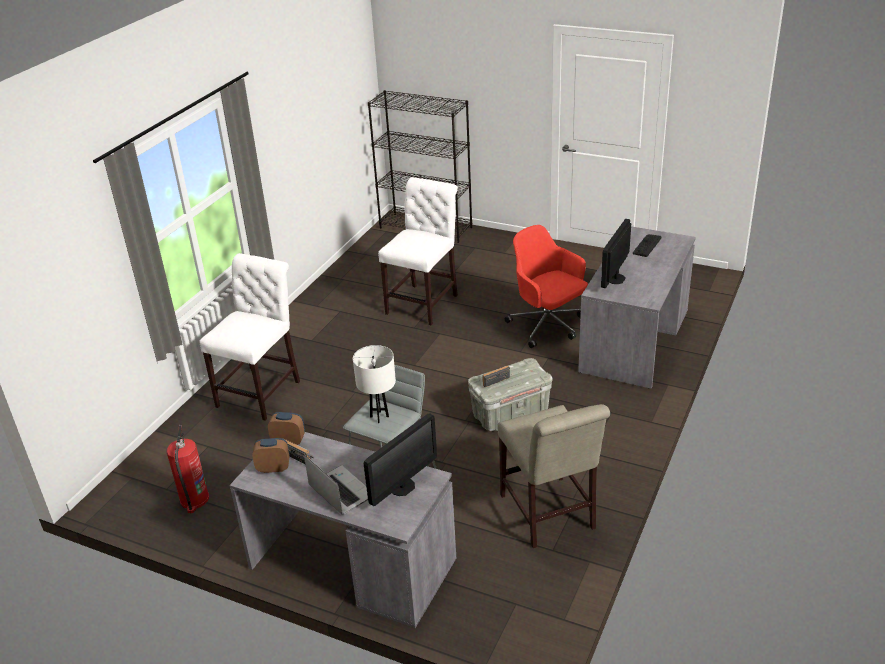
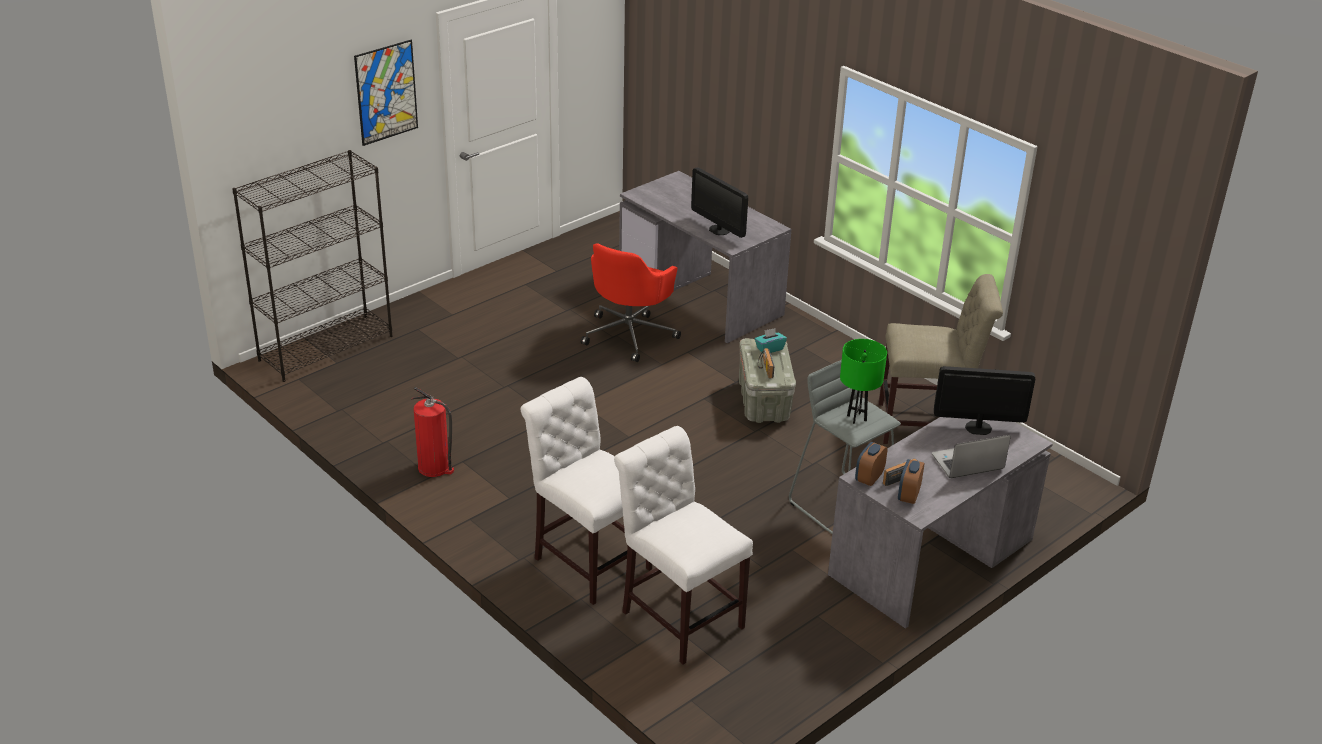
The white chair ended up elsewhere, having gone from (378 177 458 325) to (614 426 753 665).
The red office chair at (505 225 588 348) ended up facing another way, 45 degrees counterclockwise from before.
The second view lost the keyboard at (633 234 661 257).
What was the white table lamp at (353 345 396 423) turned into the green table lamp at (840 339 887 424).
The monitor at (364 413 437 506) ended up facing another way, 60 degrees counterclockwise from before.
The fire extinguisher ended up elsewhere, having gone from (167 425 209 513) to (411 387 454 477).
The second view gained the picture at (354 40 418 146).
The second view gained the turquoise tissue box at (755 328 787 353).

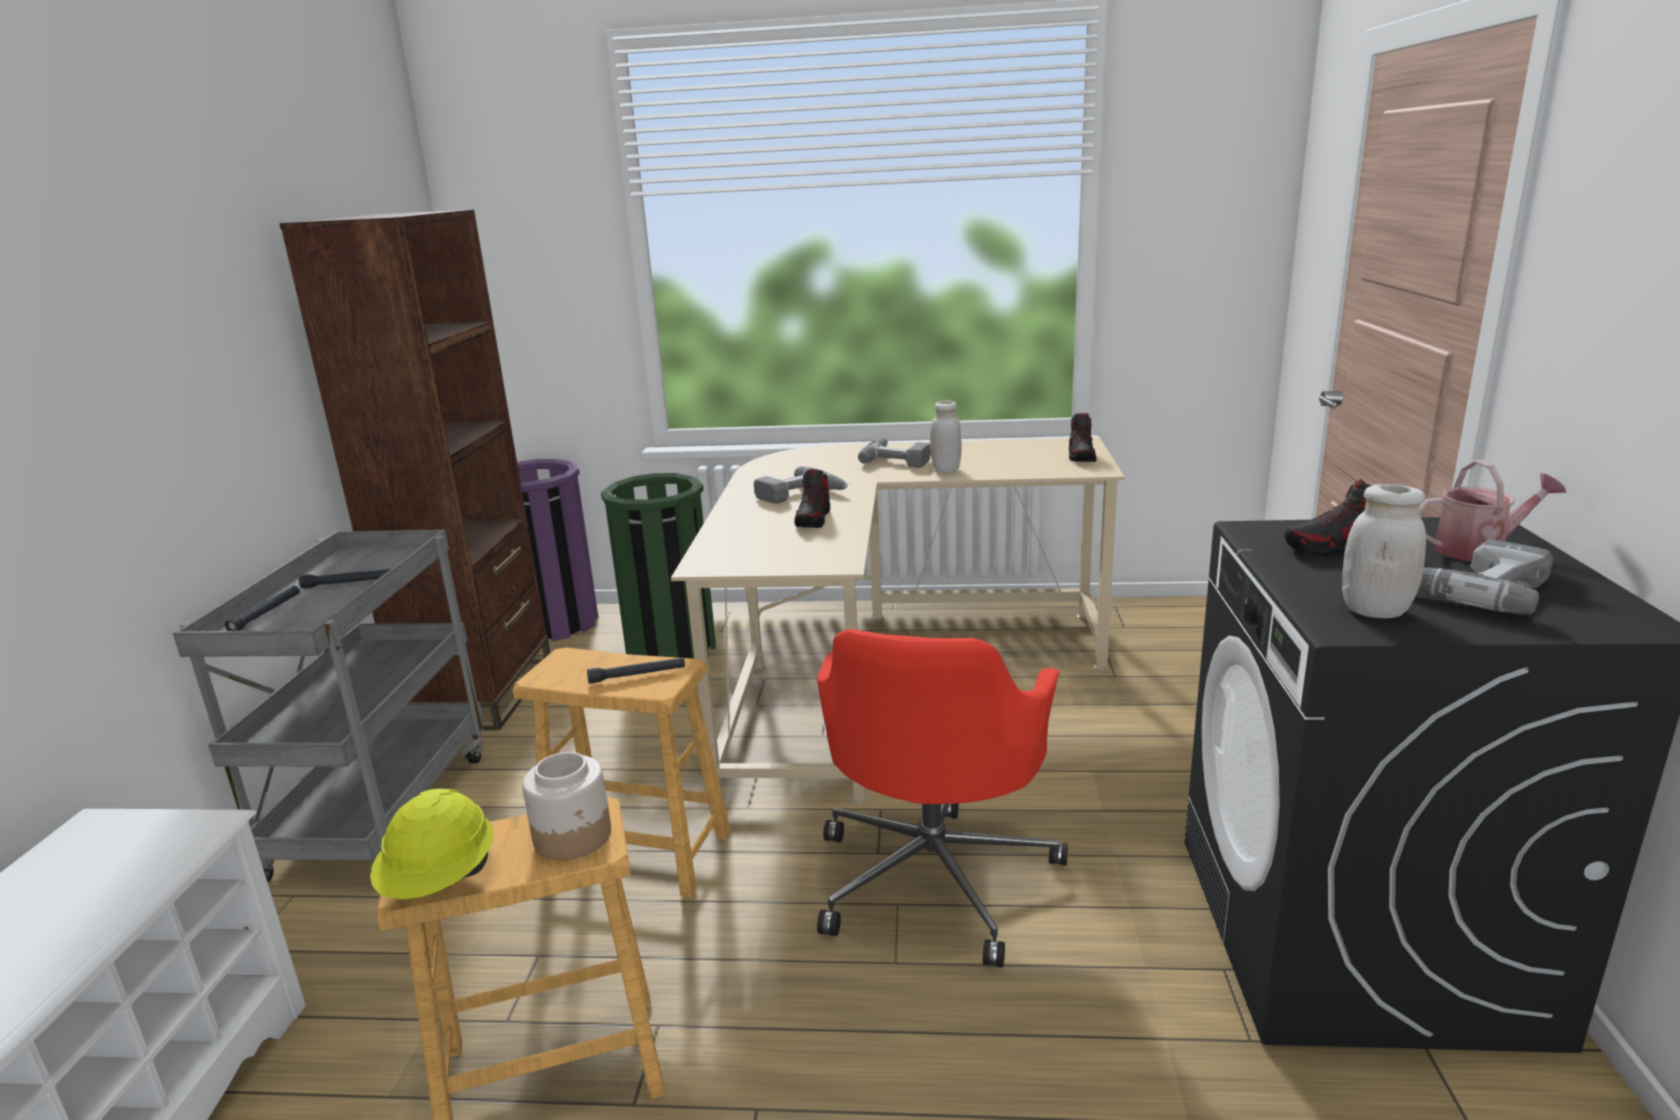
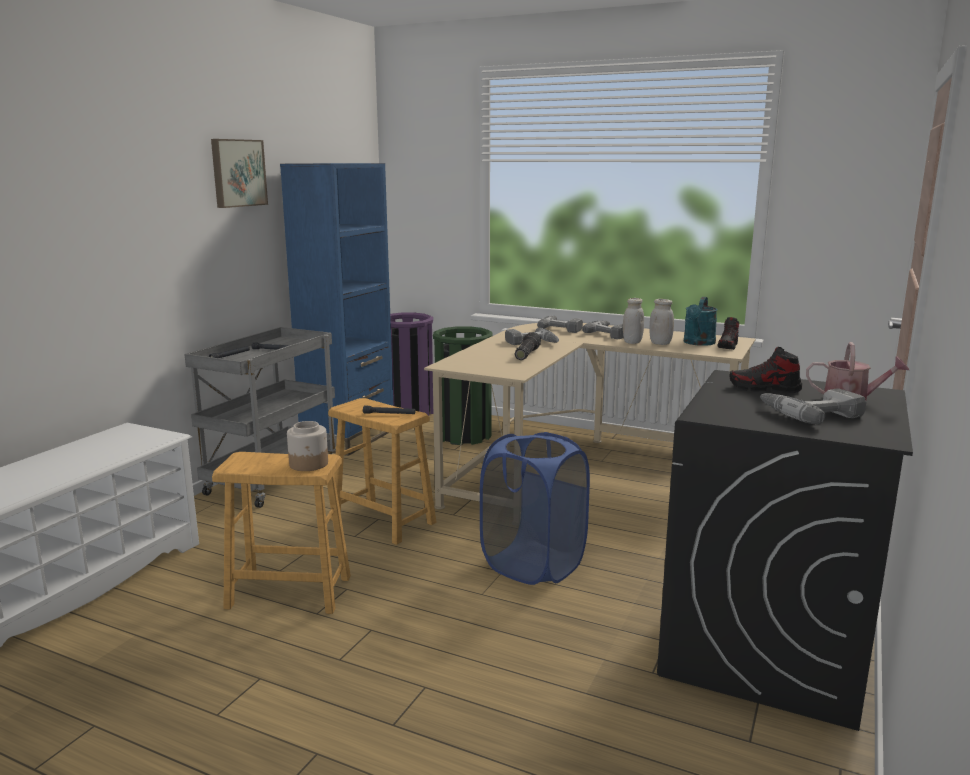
What was the brown bookcase at (279 210 550 730) turned into the blue bookcase at (280 163 393 456).
Where the shoe stood at (794 469 830 528), the flashlight came to stand at (515 332 541 360).
The white jar ended up elsewhere, having gone from (1342 484 1426 618) to (649 299 674 345).
Where the red office chair stood at (817 629 1068 968), the blue laundry basket came to stand at (480 432 590 585).
The second view lost the yellow hard hat at (370 789 493 899).
The second view gained the picture at (211 139 268 208).
The second view gained the turquoise watering can at (684 297 718 346).
The second view gained the power drill at (537 316 583 333).

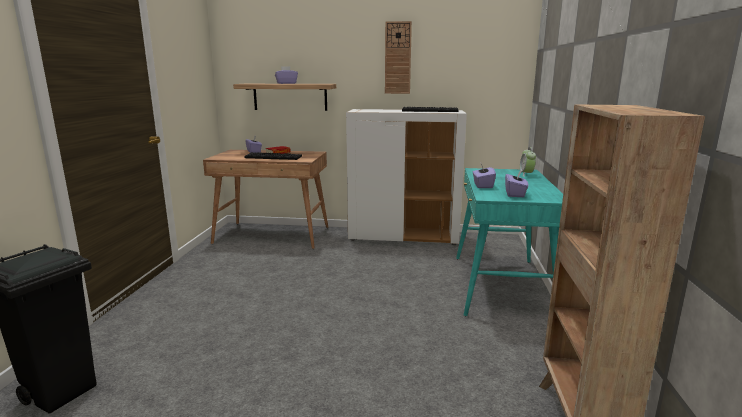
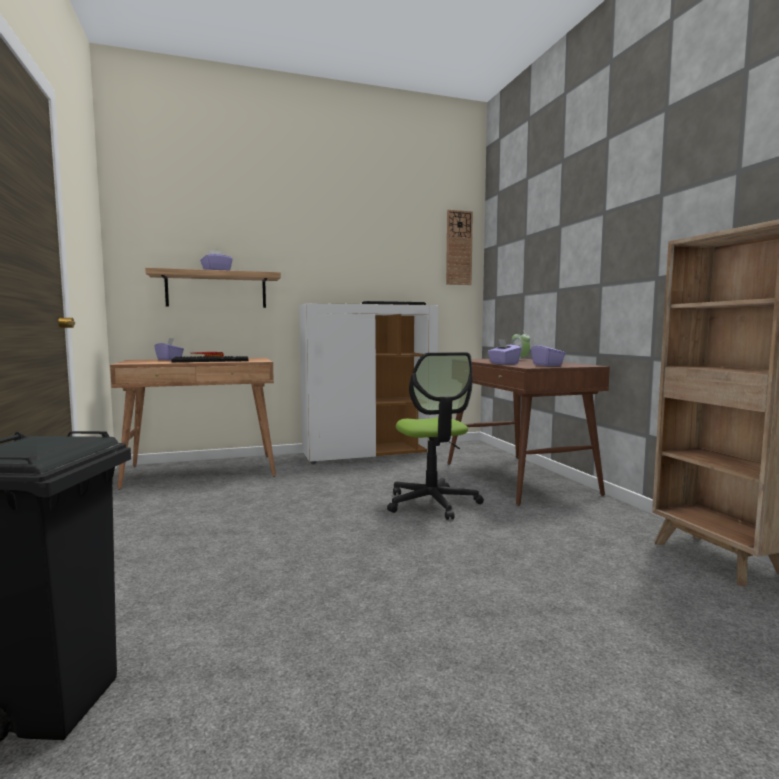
The wall clock ended up elsewhere, having gone from (385 21 412 94) to (446 210 473 285).
What was the turquoise desk at (456 168 563 317) turned into the brown desk at (447 358 610 506).
The second view gained the office chair at (387 352 484 520).

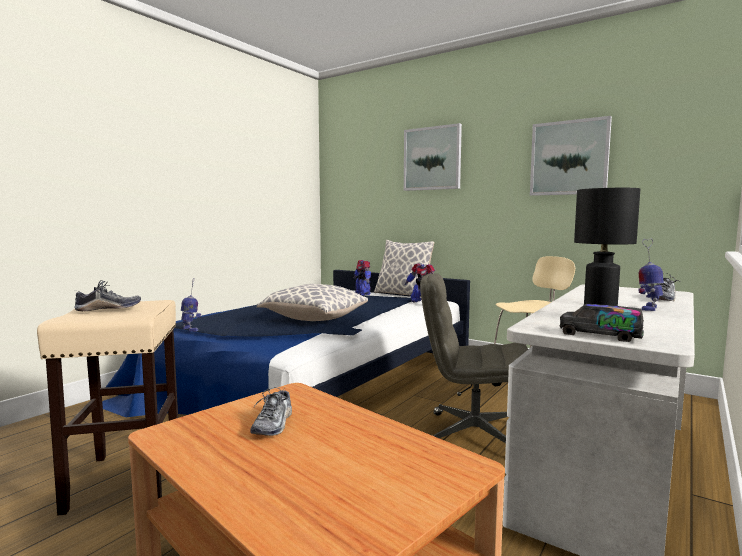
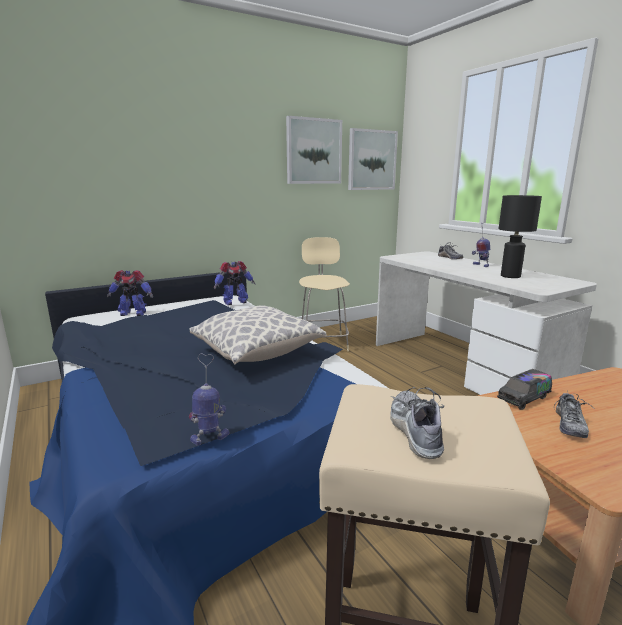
The picture ended up elsewhere, having gone from (404 123 462 191) to (348 128 398 190).
The second view lost the pillow at (374 240 435 298).
The second view lost the grey office chair at (420 273 528 443).
The toy truck ended up elsewhere, having gone from (560 304 644 342) to (497 369 552 410).
The shoe at (250 388 292 436) ended up facing another way, 75 degrees clockwise from before.

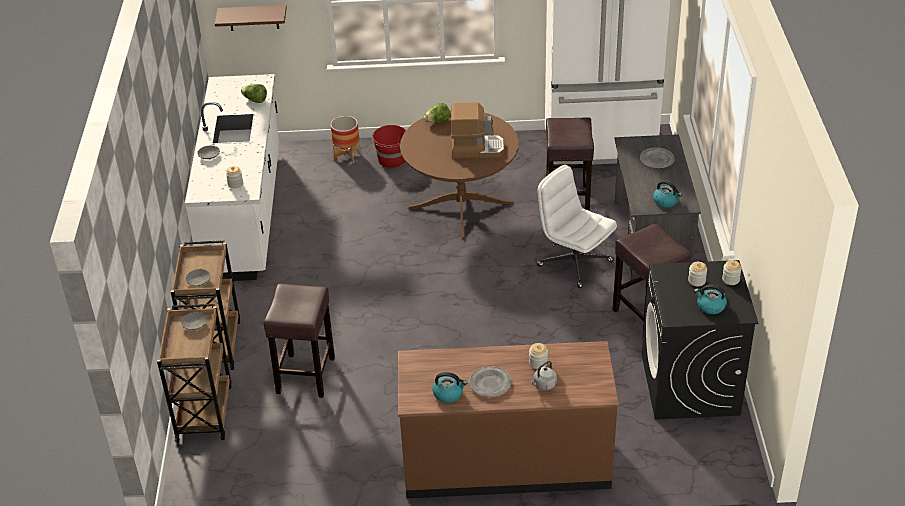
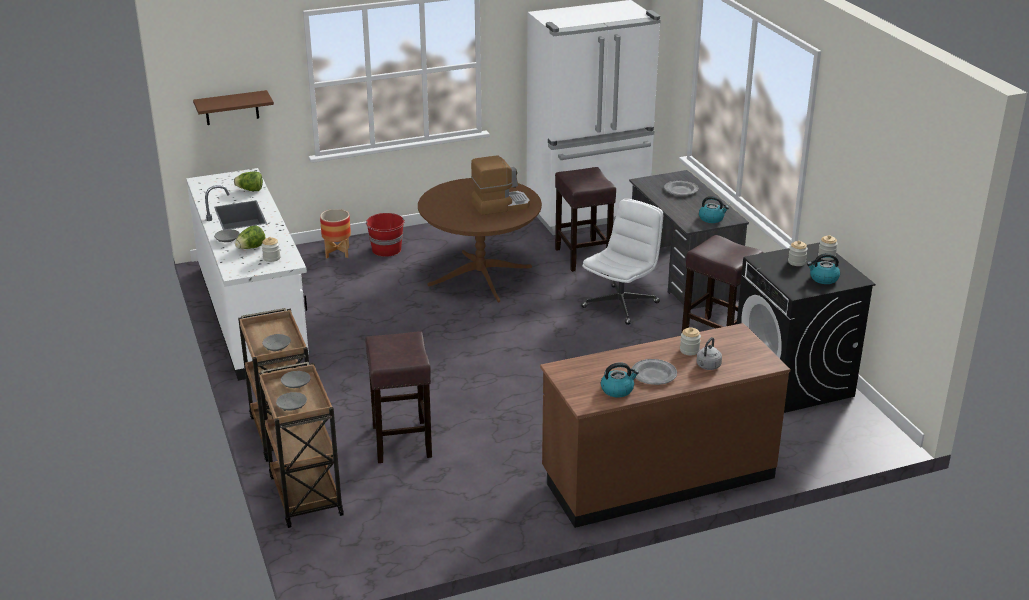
The lettuce ended up elsewhere, having gone from (424 103 450 122) to (235 225 266 249).
The white office chair at (537 165 617 288) ended up facing another way, 105 degrees clockwise from before.
The second view gained the grey bowl at (276 392 307 411).

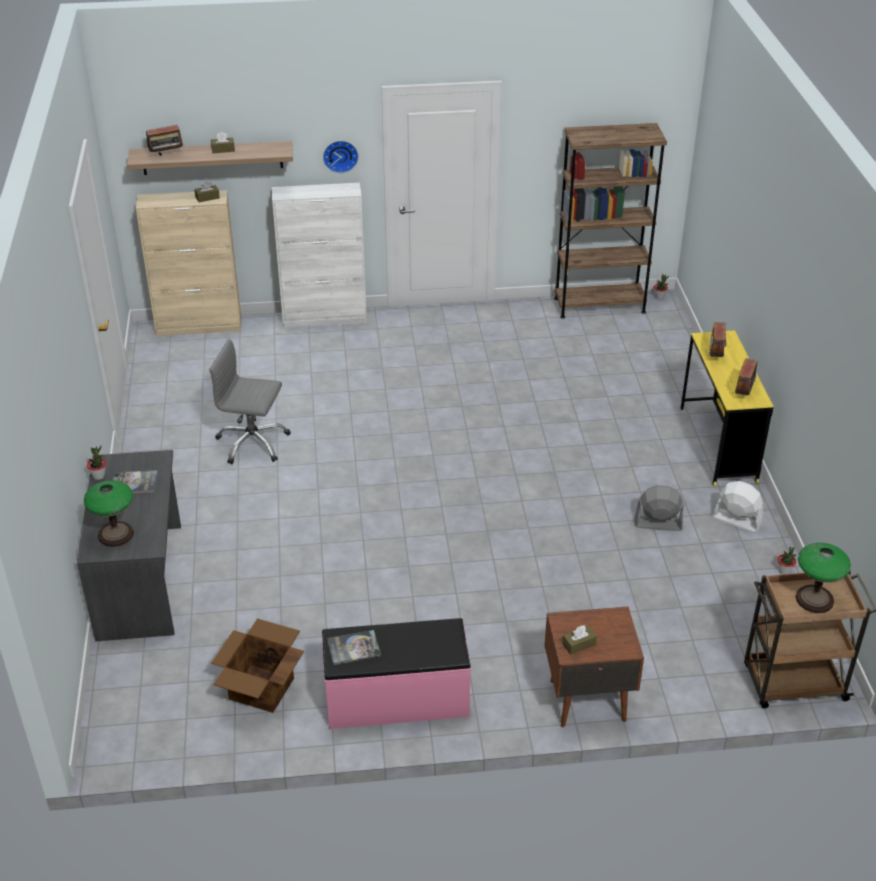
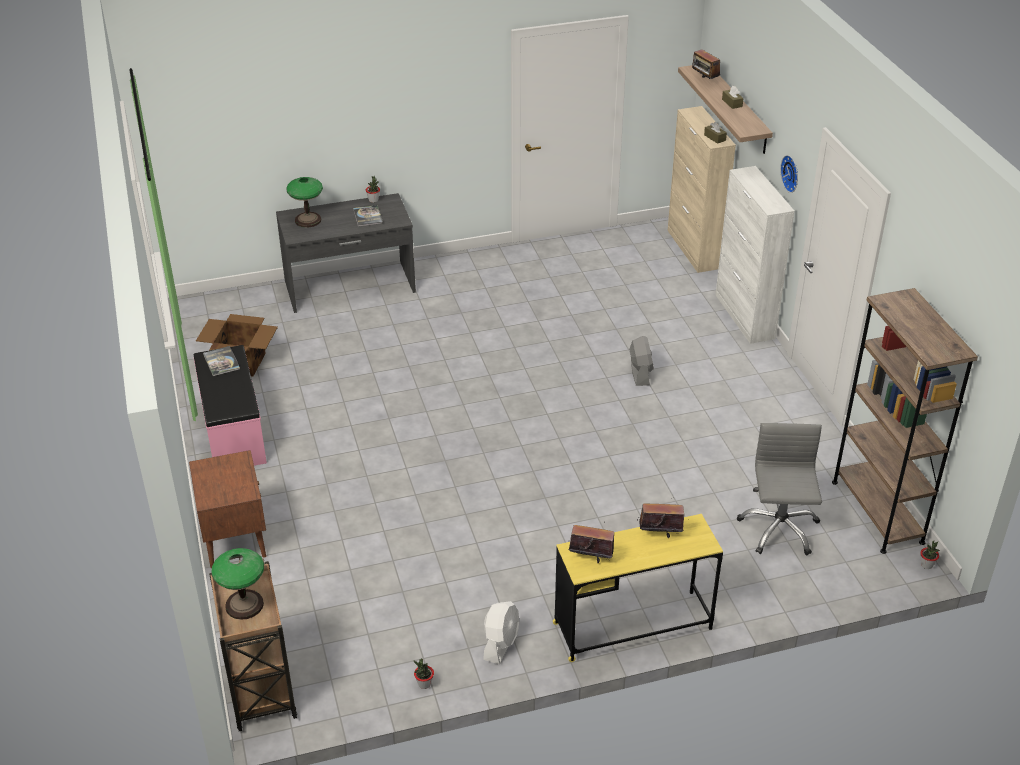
The grey office chair ended up elsewhere, having gone from (209 339 291 464) to (737 423 822 555).
The grey fan ended up elsewhere, having gone from (635 485 684 531) to (629 336 654 386).
The second view lost the brown tissue box at (563 625 597 655).

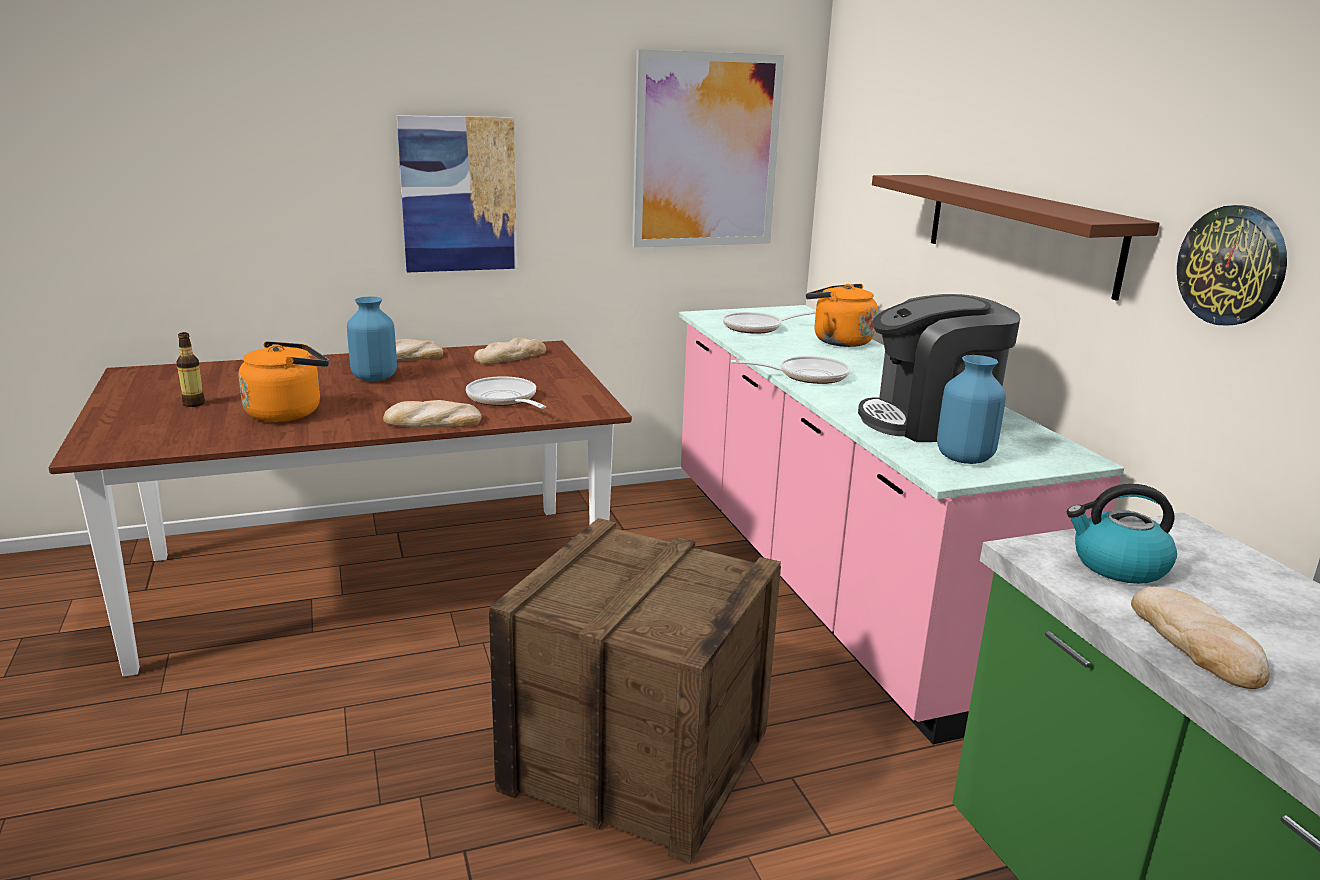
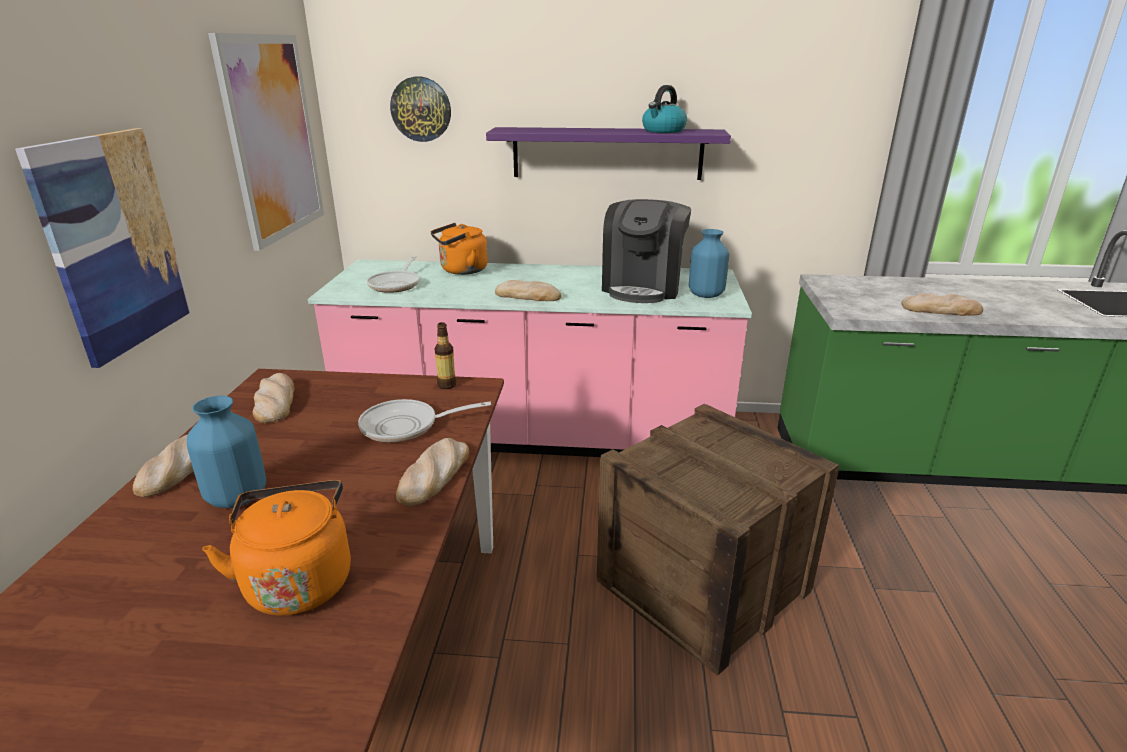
What was the brown shelf at (872 175 1160 301) turned into the purple shelf at (486 127 731 180).
The wall clock ended up elsewhere, having gone from (1177 205 1287 326) to (390 77 451 142).
The bottle ended up elsewhere, having gone from (176 332 205 407) to (434 322 456 389).
Where the frying pan stood at (731 356 850 384), the bread came to stand at (495 280 562 301).
The kettle ended up elsewhere, having gone from (1067 484 1177 584) to (642 85 687 133).

